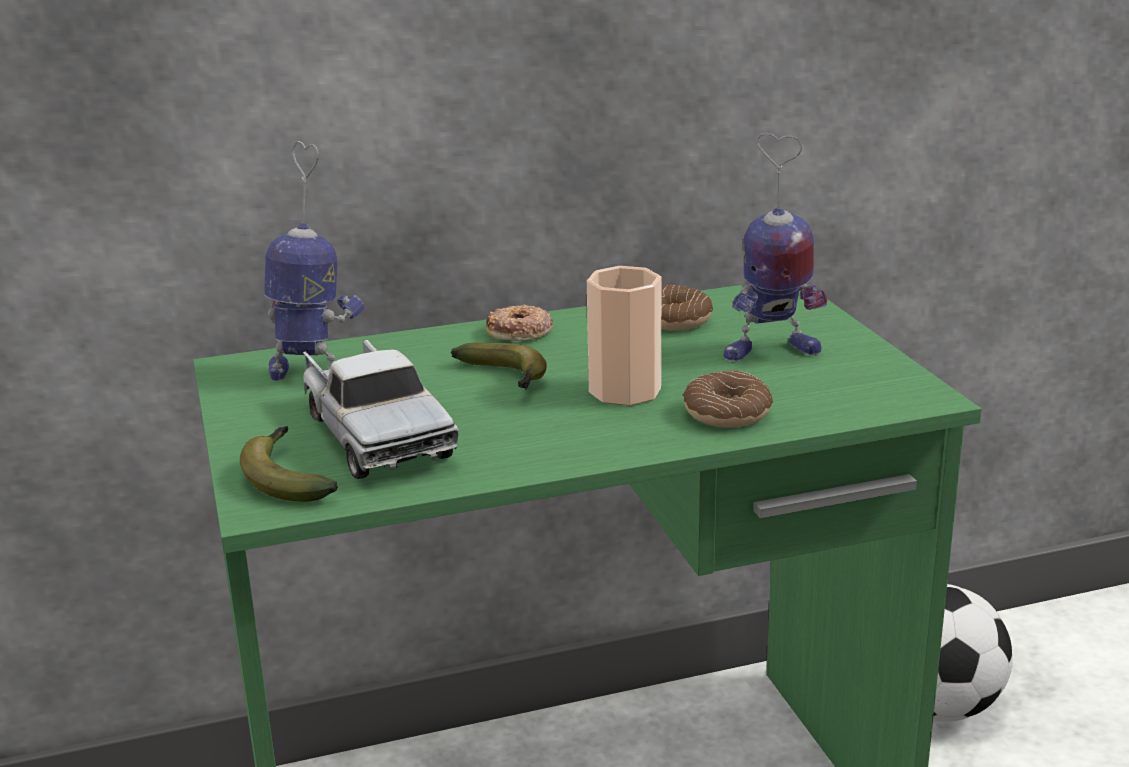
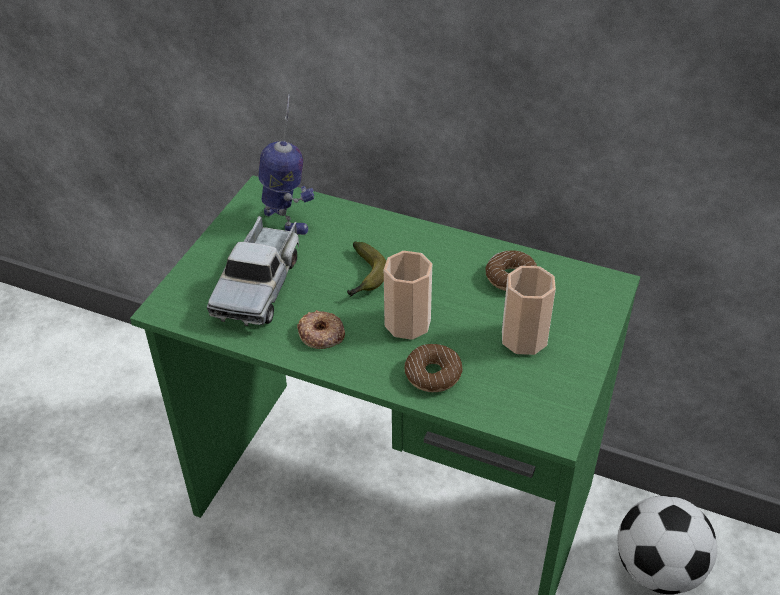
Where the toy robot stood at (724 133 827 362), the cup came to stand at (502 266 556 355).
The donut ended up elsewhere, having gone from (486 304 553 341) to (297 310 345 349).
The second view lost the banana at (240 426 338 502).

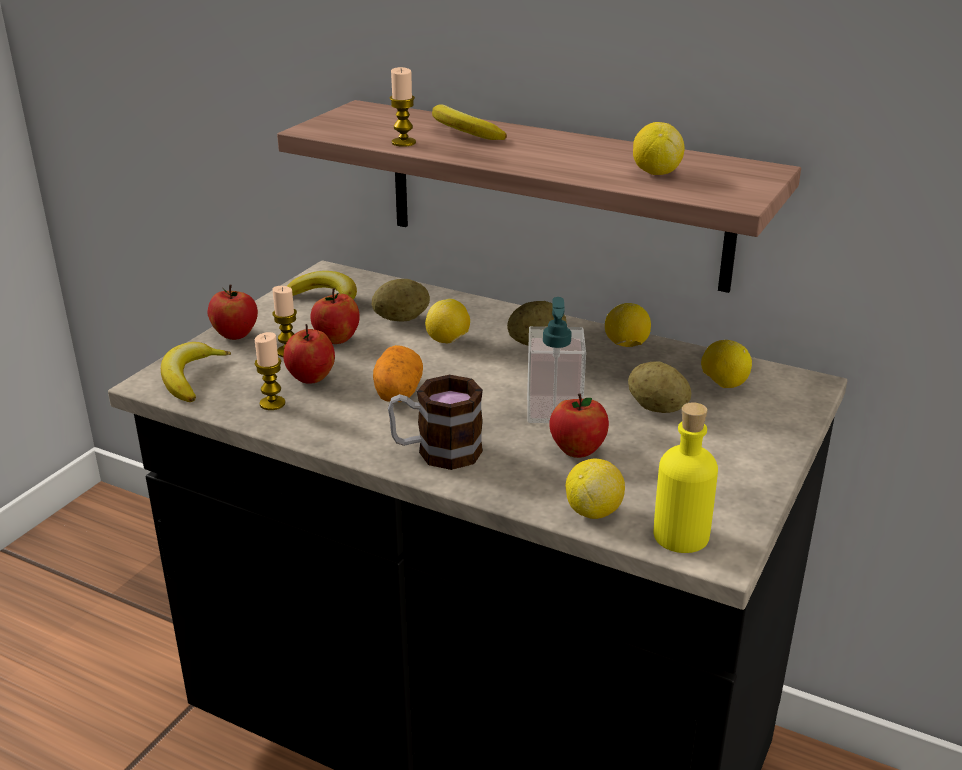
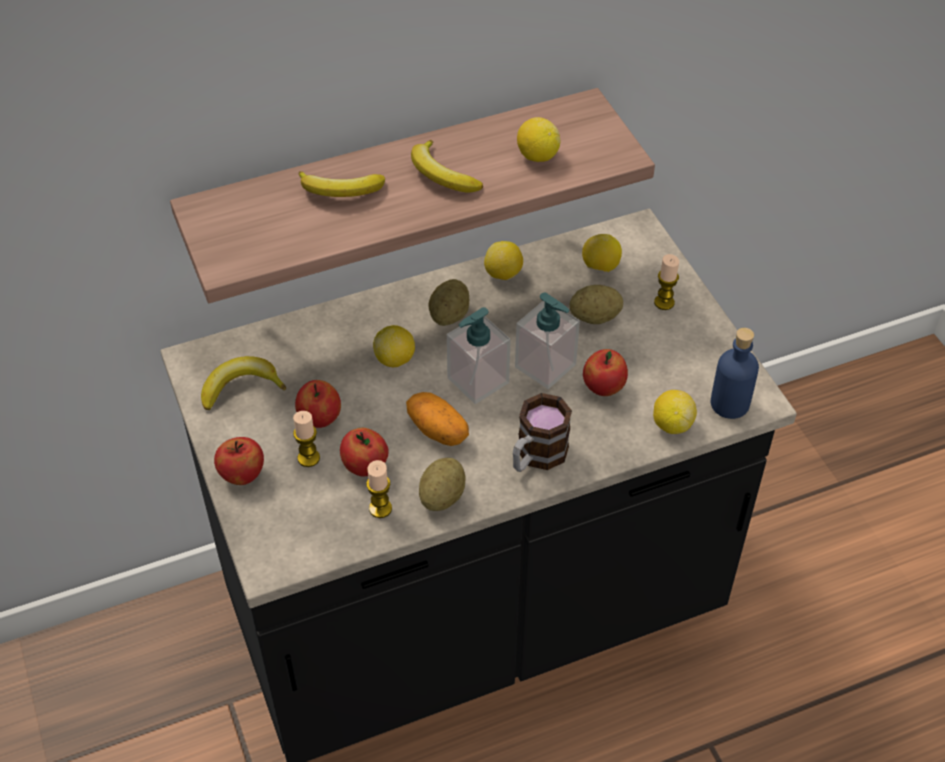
The candle ended up elsewhere, having gone from (390 67 416 147) to (654 254 679 310).
The potato ended up elsewhere, having gone from (372 279 430 322) to (419 458 466 511).
The banana ended up elsewhere, having gone from (161 342 231 402) to (411 140 483 193).
What was the yellow bottle at (653 402 718 553) turned into the blue bottle at (711 328 759 419).
The second view gained the soap dispenser at (447 307 511 404).

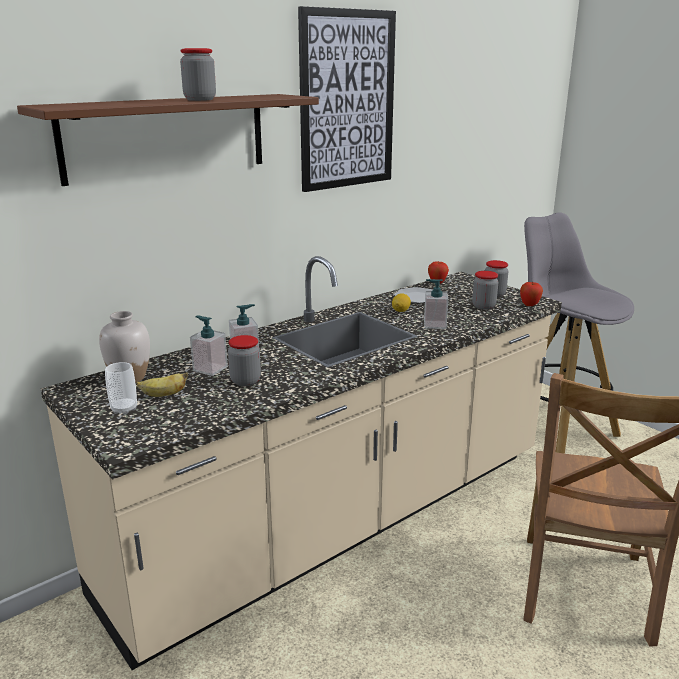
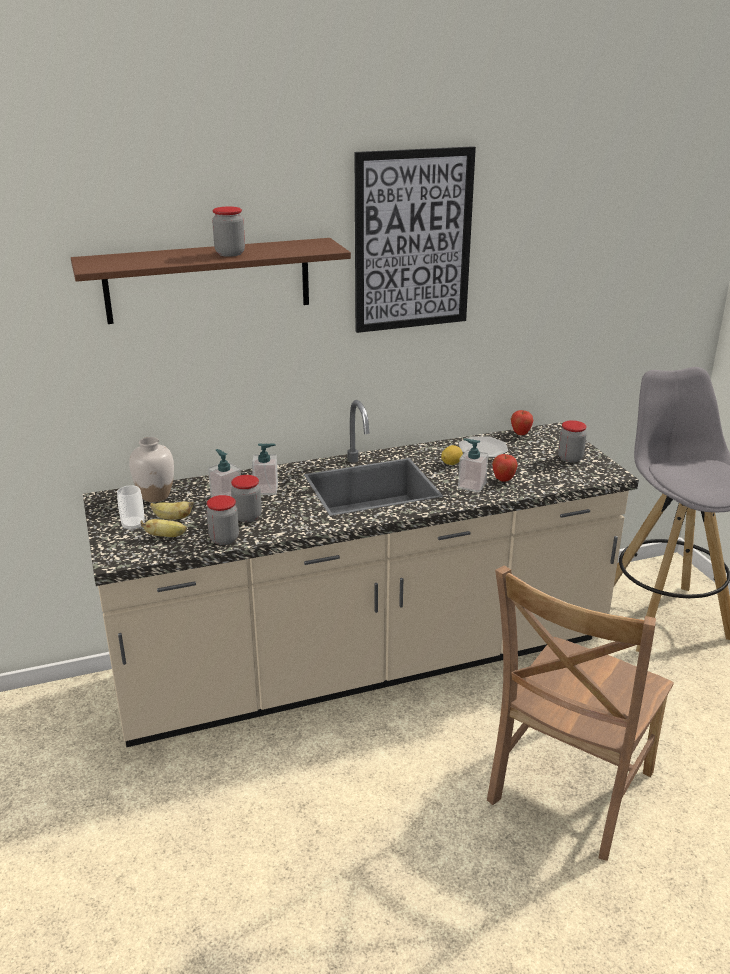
The jar ended up elsewhere, having gone from (472 271 498 310) to (206 495 239 545).
The apple ended up elsewhere, having gone from (520 282 543 306) to (492 454 518 482).
The second view gained the banana at (140 519 187 537).

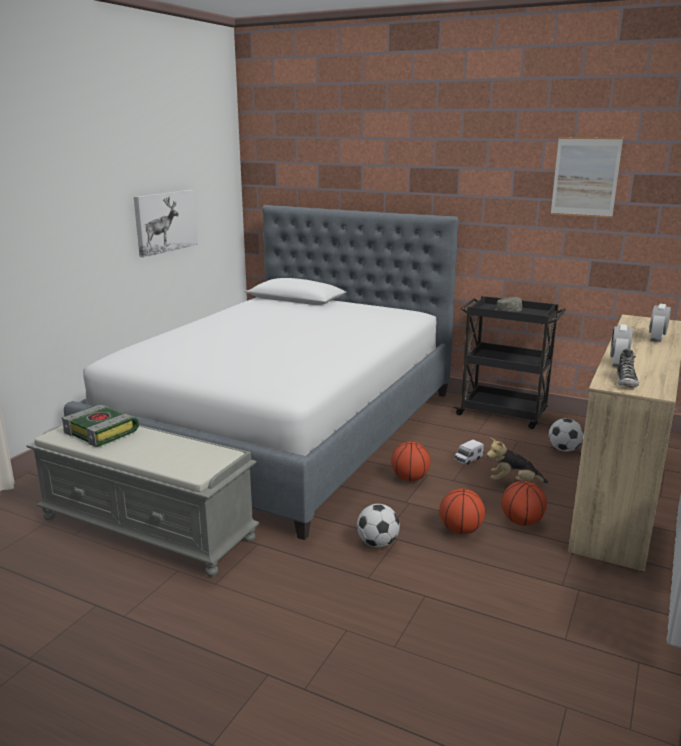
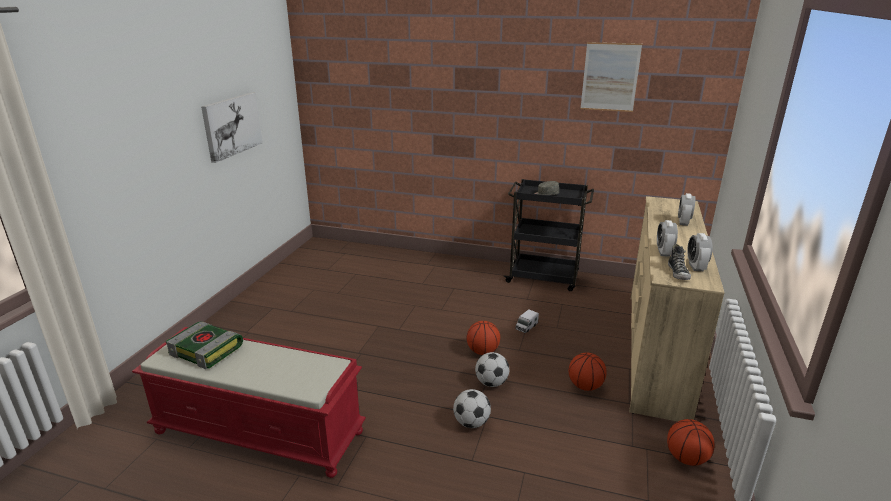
The second view lost the bed at (64 205 459 540).
The football ended up elsewhere, having gone from (549 418 584 452) to (475 352 509 387).
What was the grey bench at (26 423 259 577) turned into the red bench at (132 327 366 478).
The second view lost the plush toy at (487 438 548 483).
The basketball ended up elsewhere, having gone from (439 488 485 534) to (667 419 715 466).
The second view gained the alarm clock at (687 233 713 271).

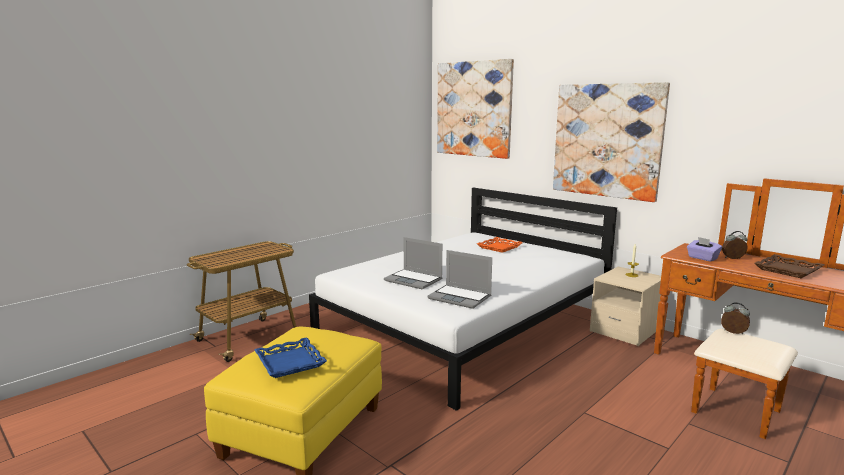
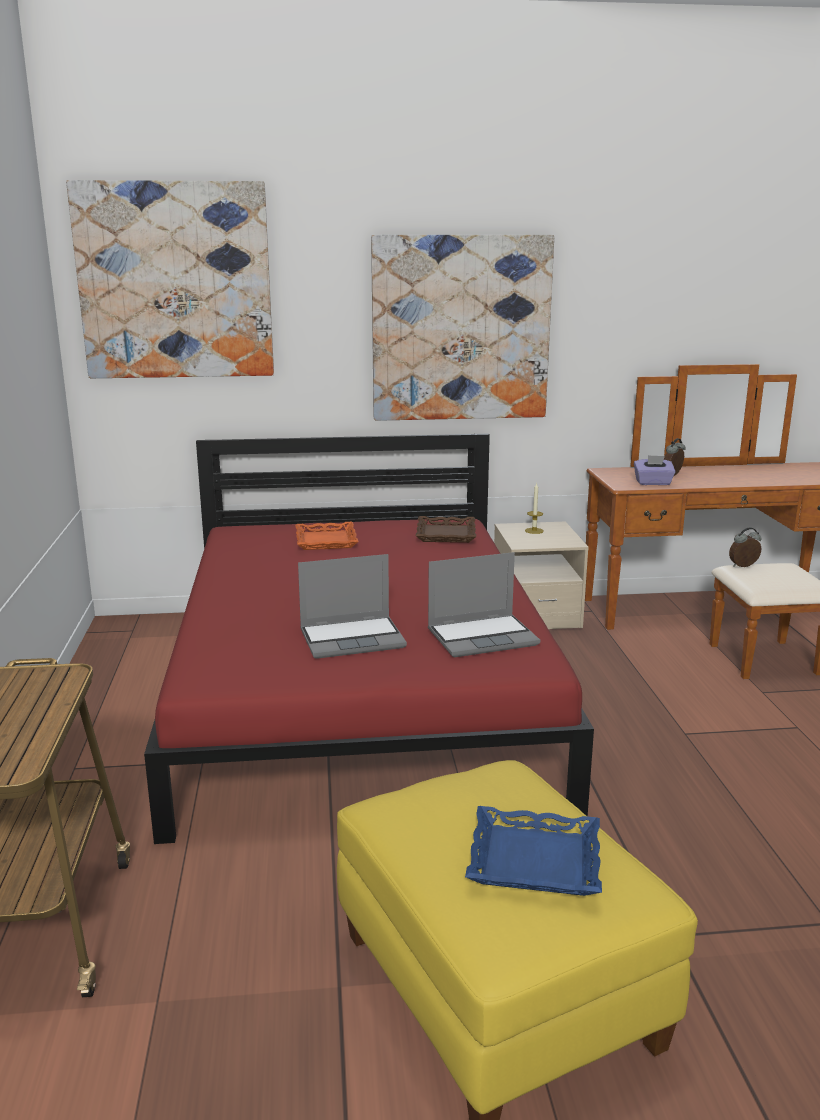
What was the white bed at (309 187 617 411) turned into the red bed at (144 434 594 844).
The brown tray ended up elsewhere, having gone from (754 254 824 278) to (416 516 476 543).

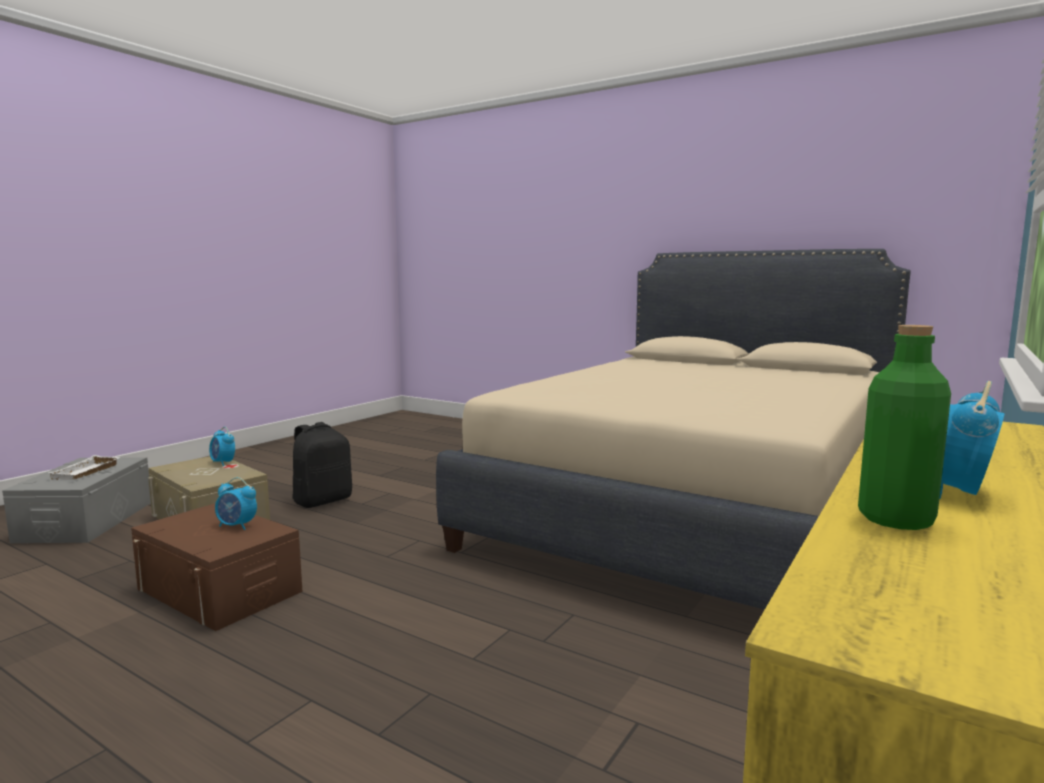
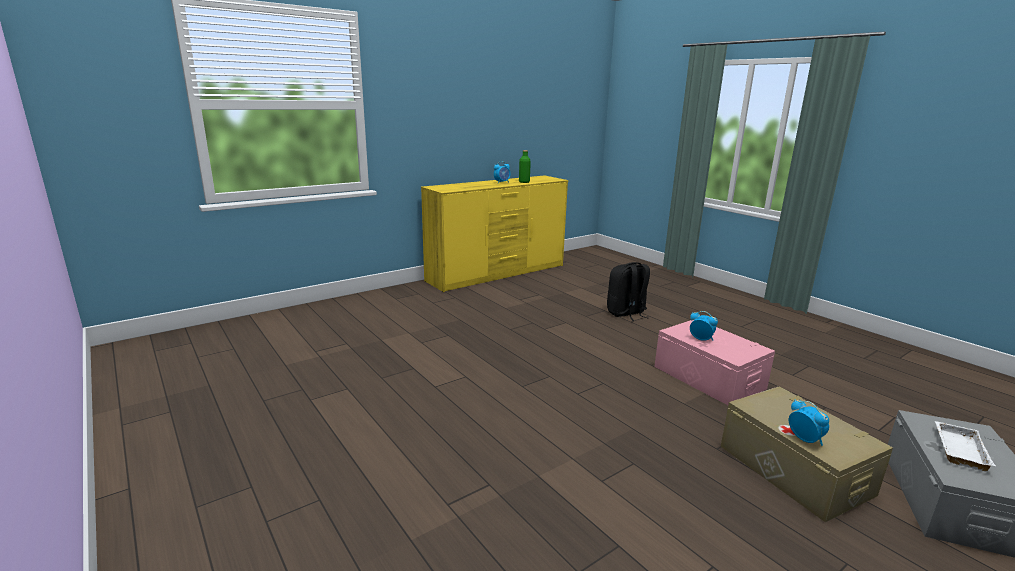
The second view lost the beige bed at (436 249 911 610).
The black backpack ended up elsewhere, having gone from (292 422 352 508) to (607 262 650 321).
What was the brown storage box at (131 503 302 631) turned into the pink storage box at (654 320 775 405).

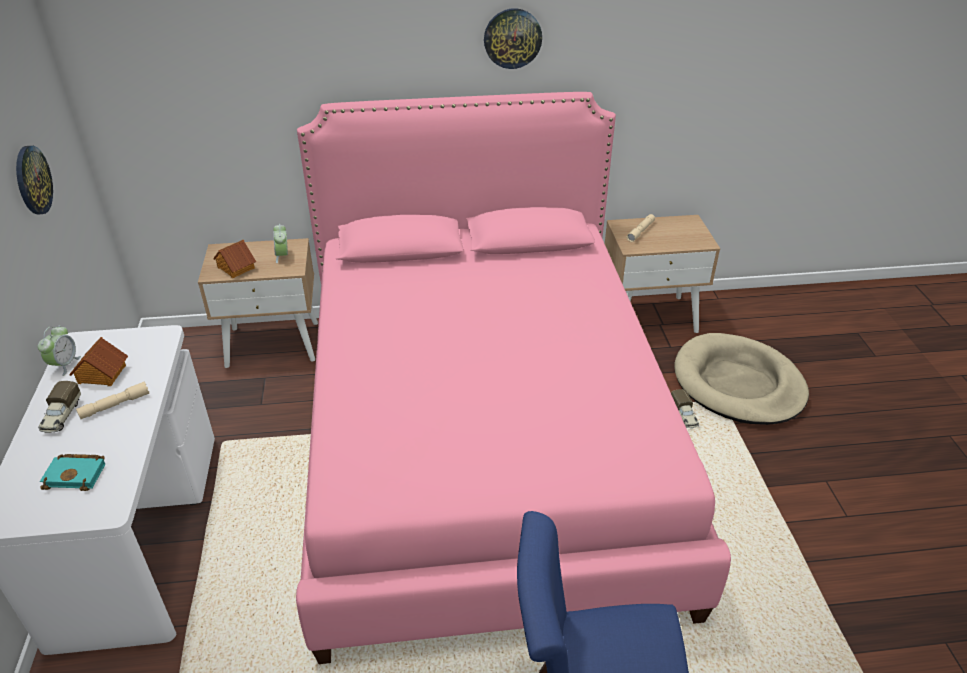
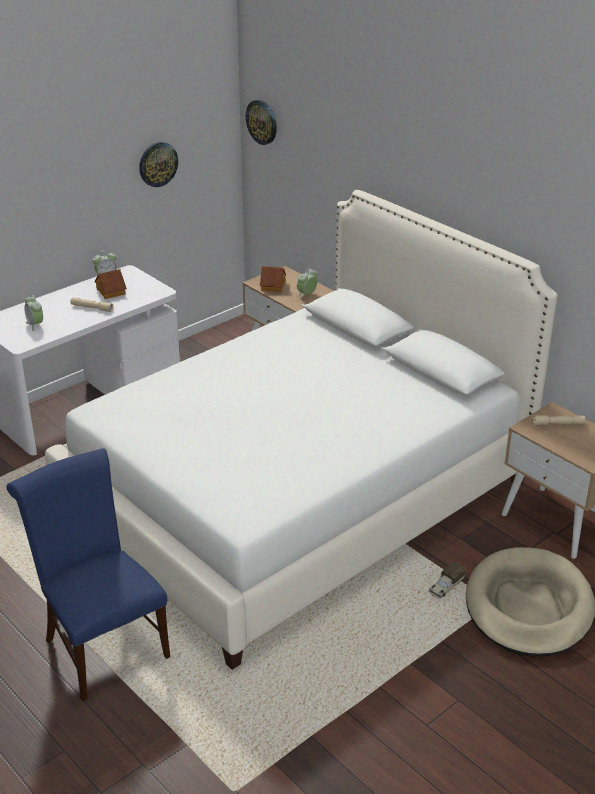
The wall clock ended up elsewhere, having gone from (484 8 542 69) to (246 100 277 145).
What was the pink bed at (296 92 731 664) turned into the white bed at (45 190 557 670).
The second view lost the toy truck at (38 381 81 433).
Where the turquoise book stood at (40 454 105 491), the alarm clock came to stand at (24 295 43 331).

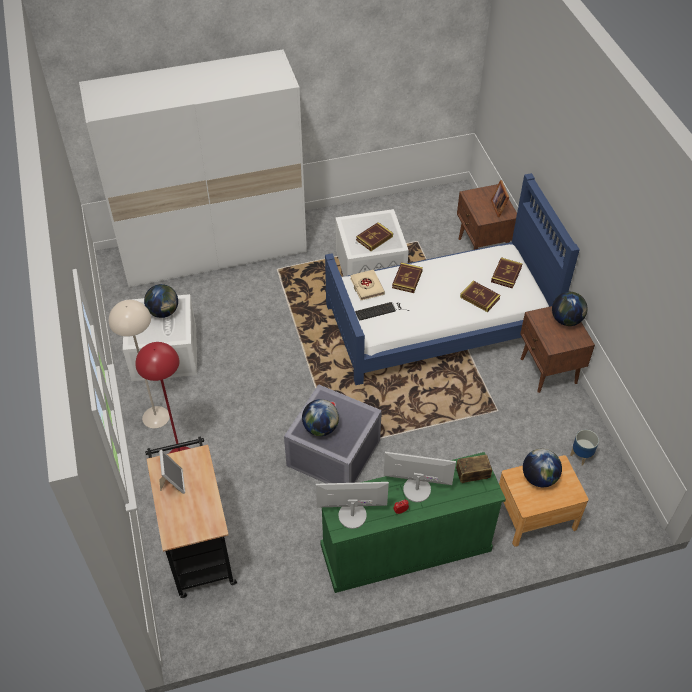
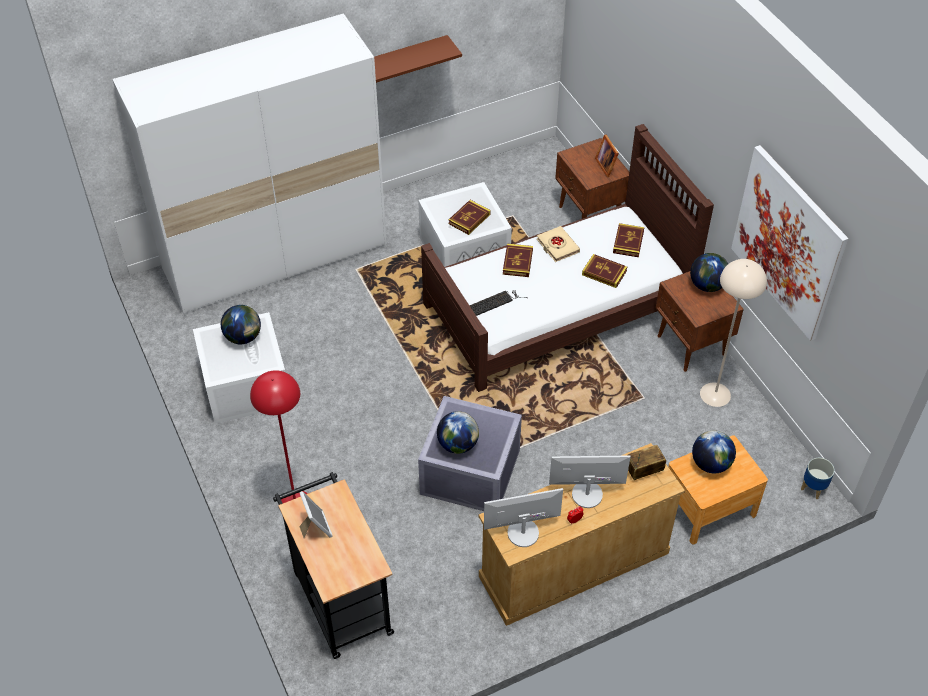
What was the blue bed at (325 173 580 385) turned into the brown bed at (421 124 714 392).
The beige book ended up elsewhere, having gone from (350 270 385 300) to (537 226 580 262).
The beige floor lamp ended up elsewhere, having gone from (109 300 170 428) to (700 259 767 407).
The planter ended up elsewhere, having gone from (570 430 599 465) to (801 458 835 499).
What was the green dresser at (320 452 506 593) turned into the beige dresser at (479 443 685 626).
The second view gained the brown shelf at (374 35 462 83).
The second view gained the picture at (731 145 849 341).

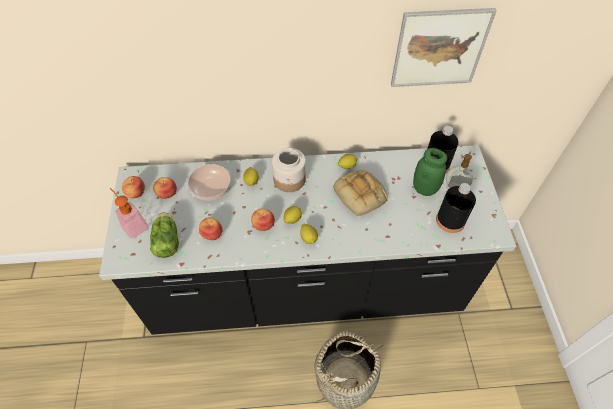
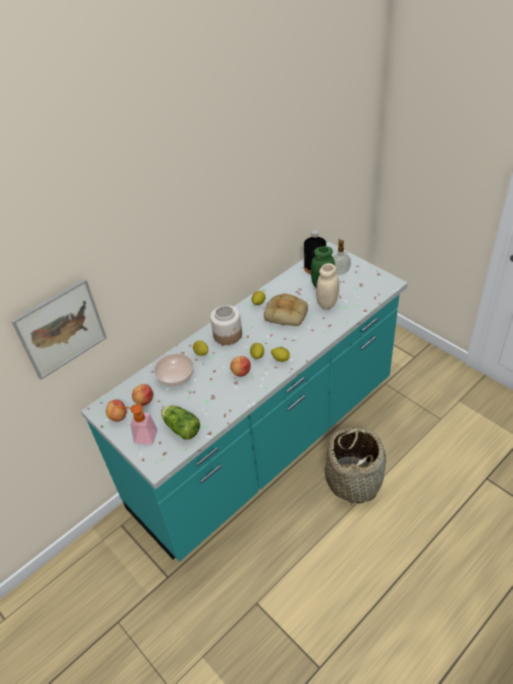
The picture ended up elsewhere, having gone from (391 8 497 87) to (11 278 107 380).
What was the black counter at (99 145 516 335) turned into the turquoise counter at (81 242 408 562).
The second view lost the black bottle at (436 183 476 233).
The second view lost the apple at (199 217 223 240).
The second view gained the beige jar at (316 263 339 310).

